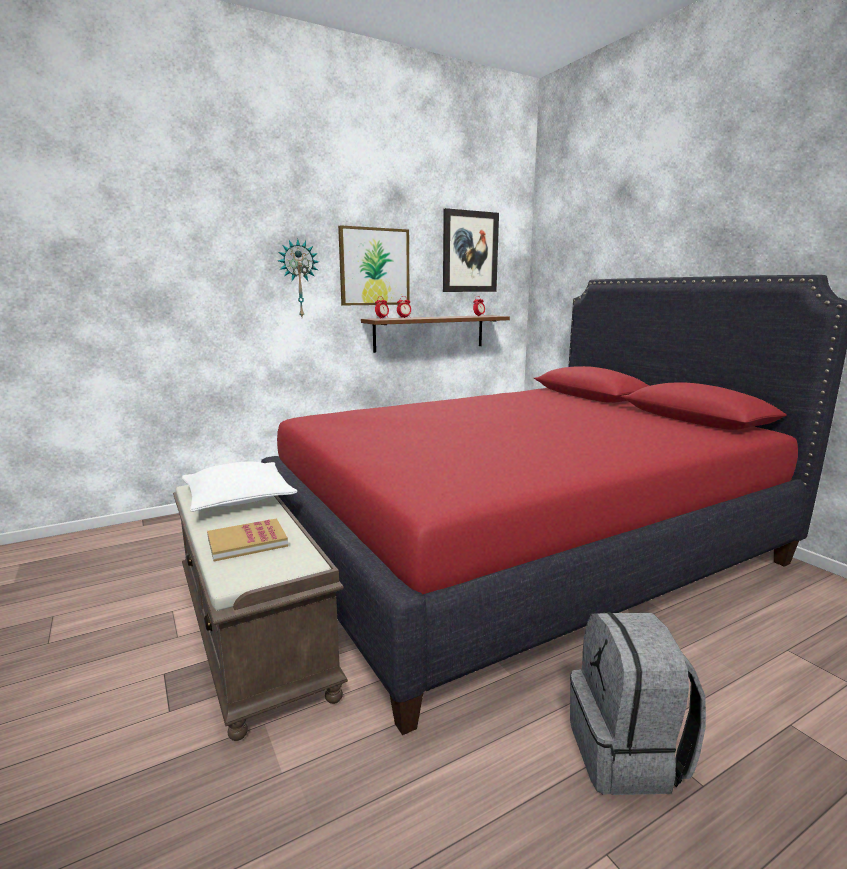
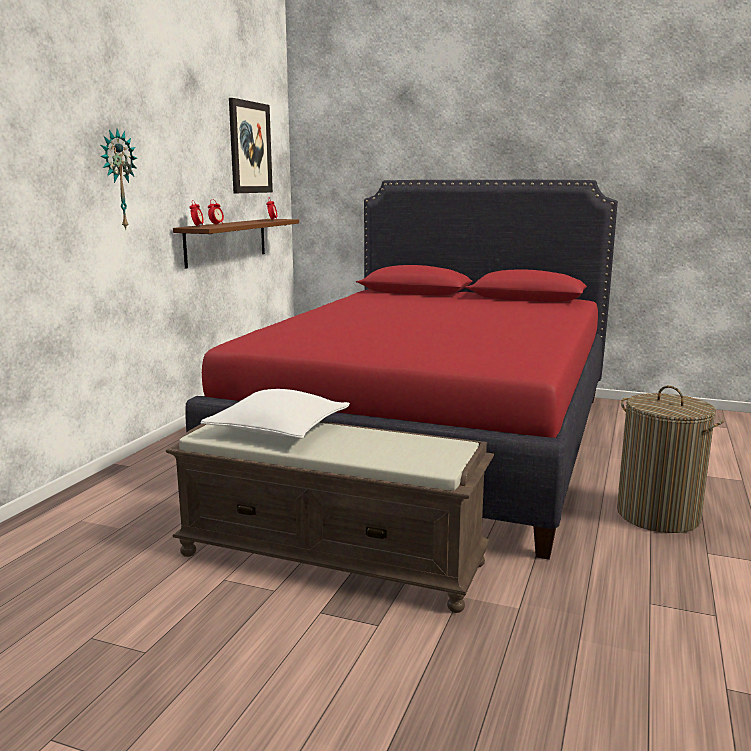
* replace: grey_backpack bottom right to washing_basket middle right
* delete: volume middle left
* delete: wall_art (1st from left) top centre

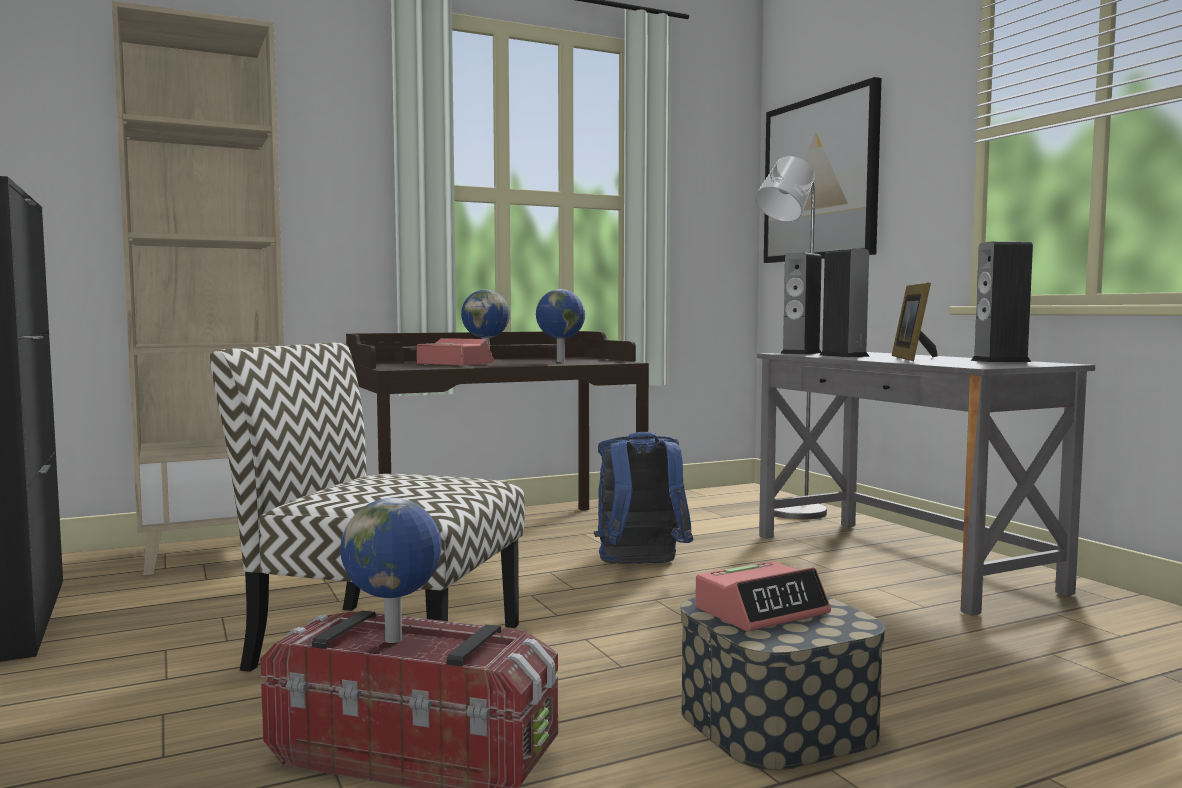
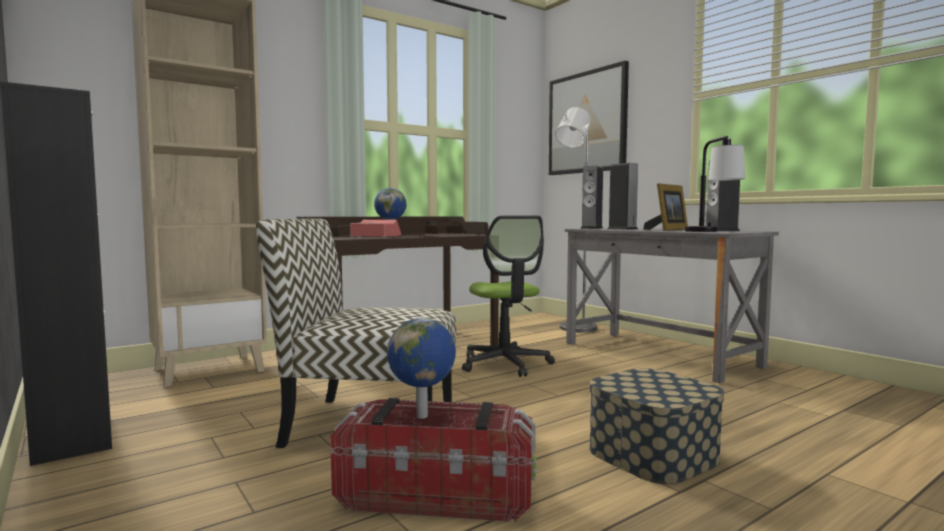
* replace: blue-coloured_backpack centre to desk_chair centre
* rotate: standing_frame middle right = middle right 135 degrees counterclockwise
* insert: lamp_for_a_table middle right
* delete: globe (3rd from left) centre
* delete: alarm_clock (2nd from left) bottom centre

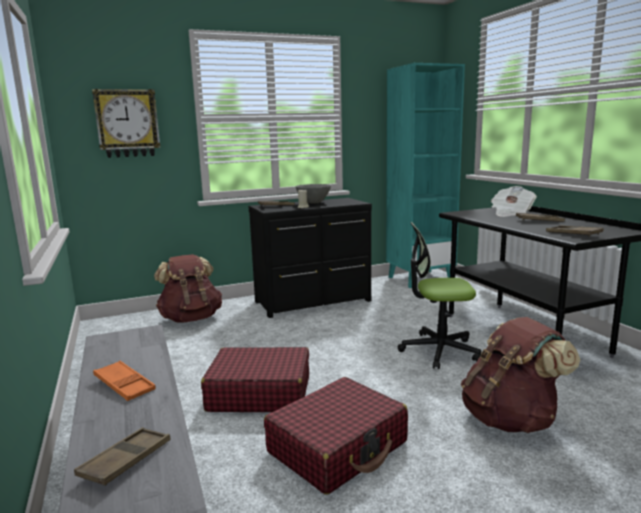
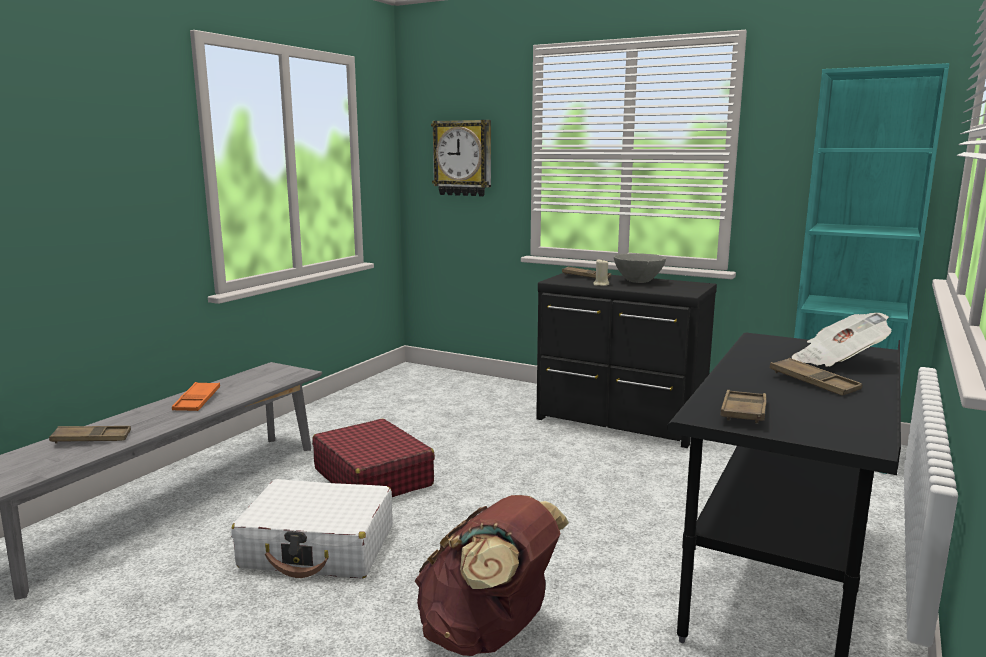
* recolor: red_suitcase (2nd from left) bottom centre to whitish_suitcase bottom left
* delete: brownish_backpack (1st from left) middle left
* delete: desk_chair middle right

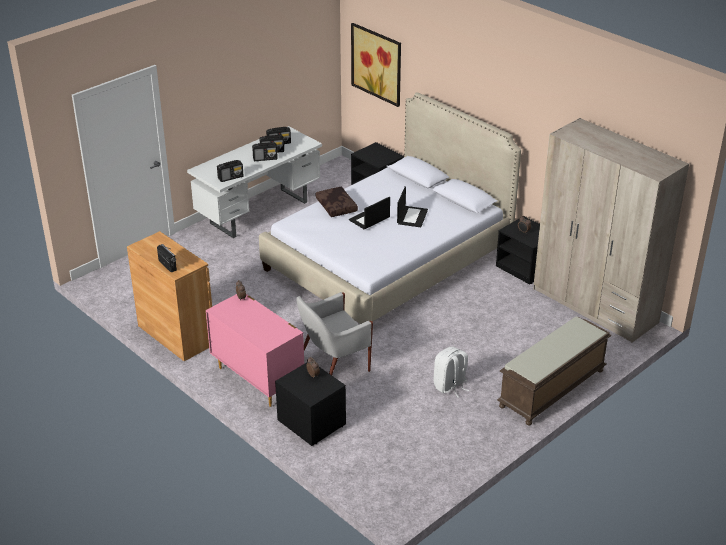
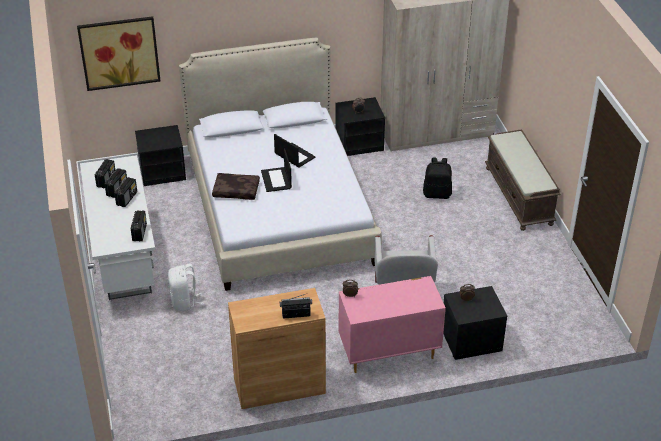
* move: whitish_backpack bottom centre to middle left
* insert: black_backpack centre

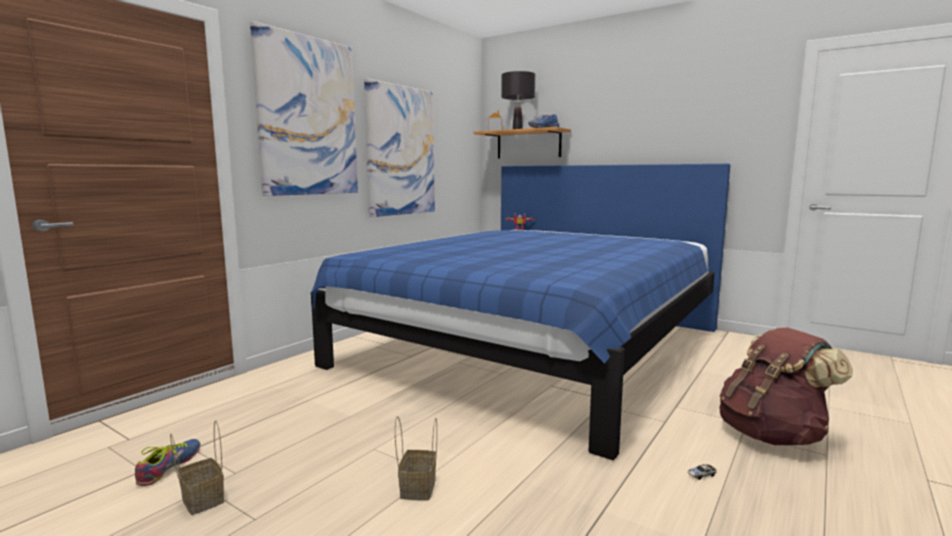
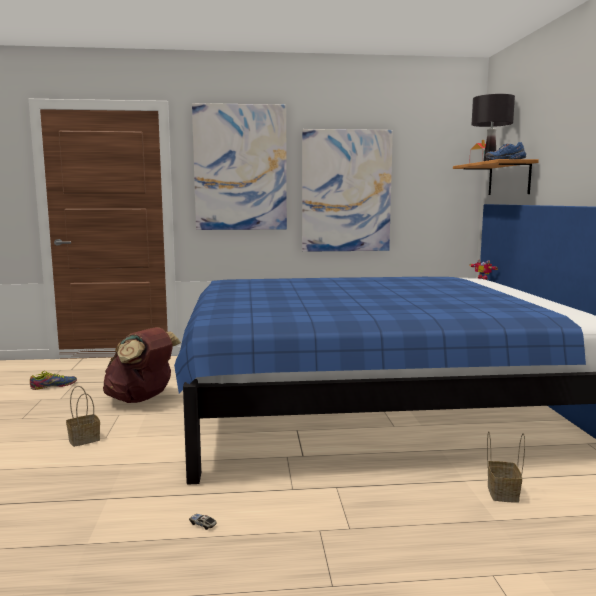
* move: brownish_backpack bottom right to middle left
* move: household_basket (1st from left in the first image) bottom left to household_basket (2nd from left) bottom right

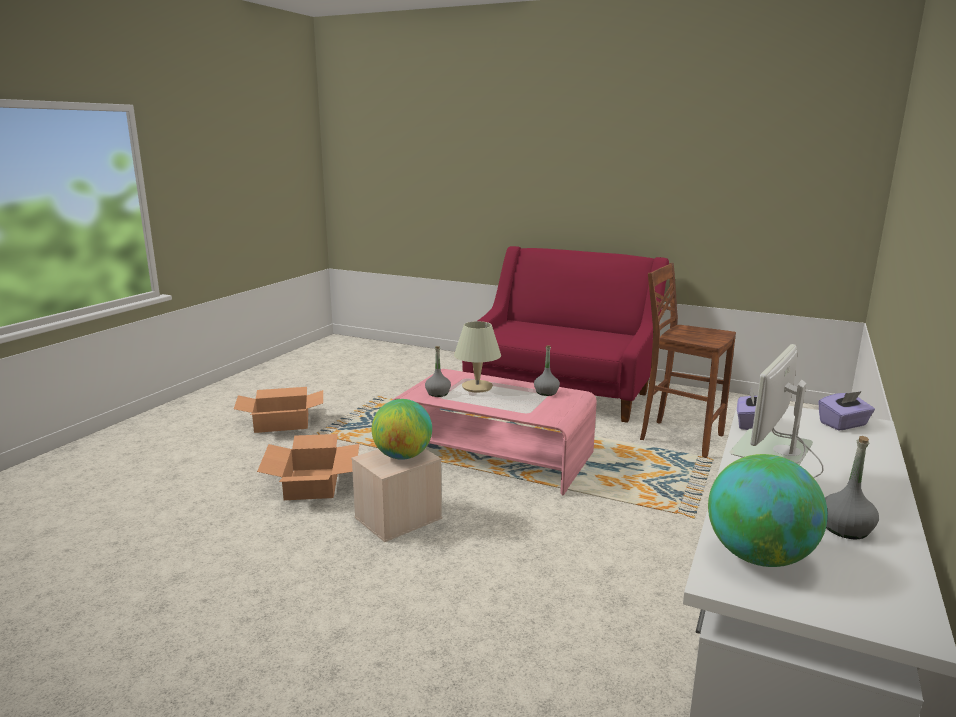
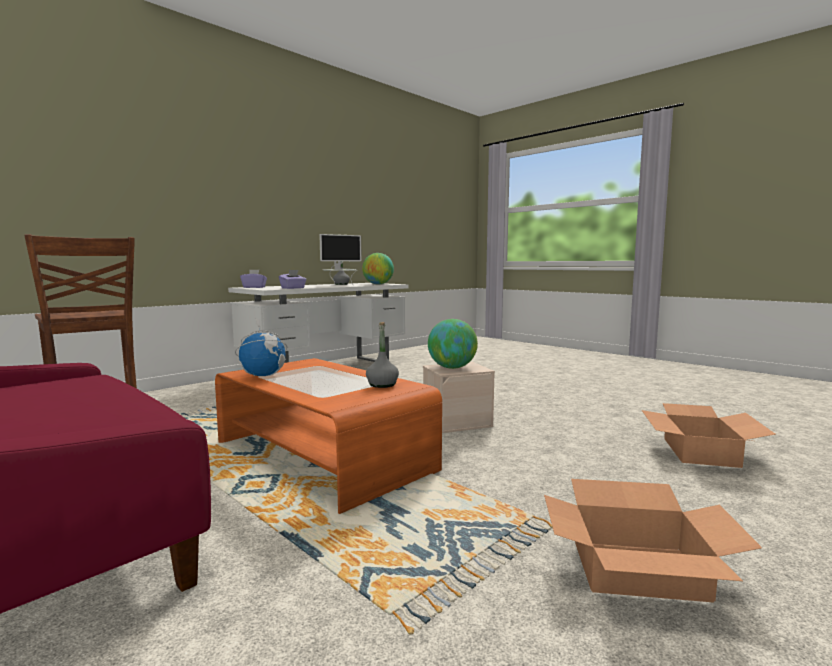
* recolor: pink_coffee_table centre to orangey_coffee_table centre
* replace: grey_beverage_bottle (2nd from left) centre to globe (1st from left) middle left
* move: packing_box (2nd from left) middle left to middle right
* delete: beige-coloured_lamp_for_a_table centre

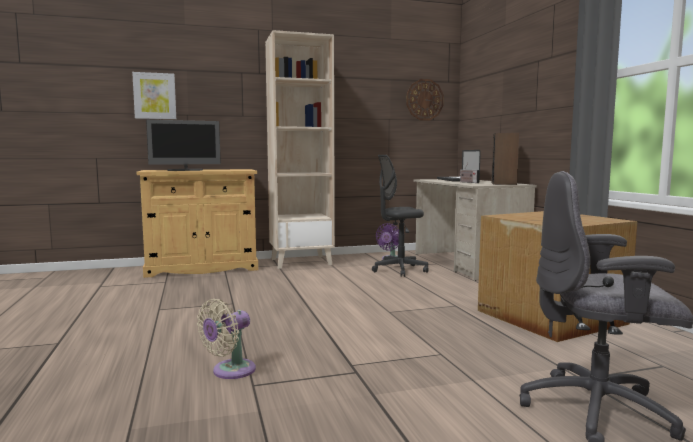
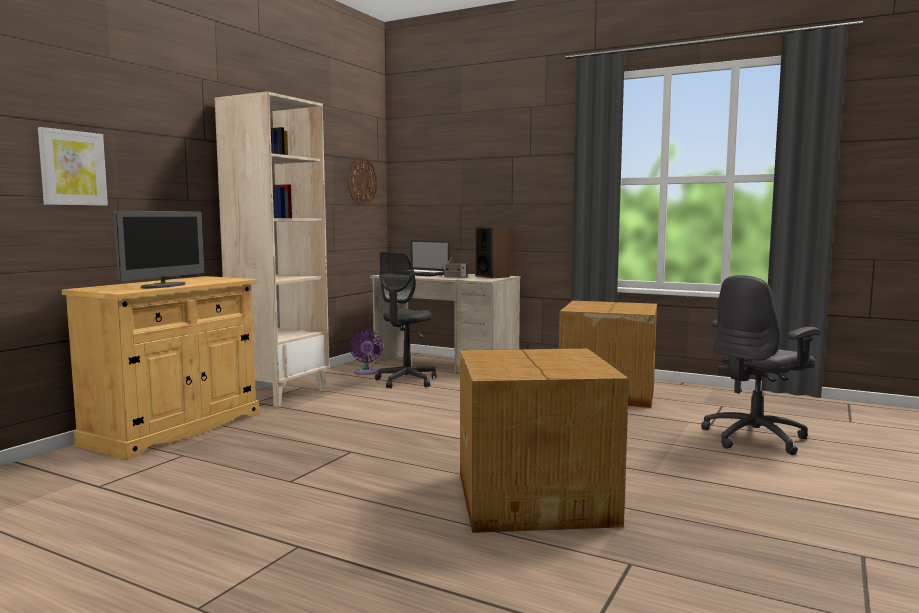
* replace: beige-coloured_cooling_fan bottom left to packing_box (1st from left) bottom centre

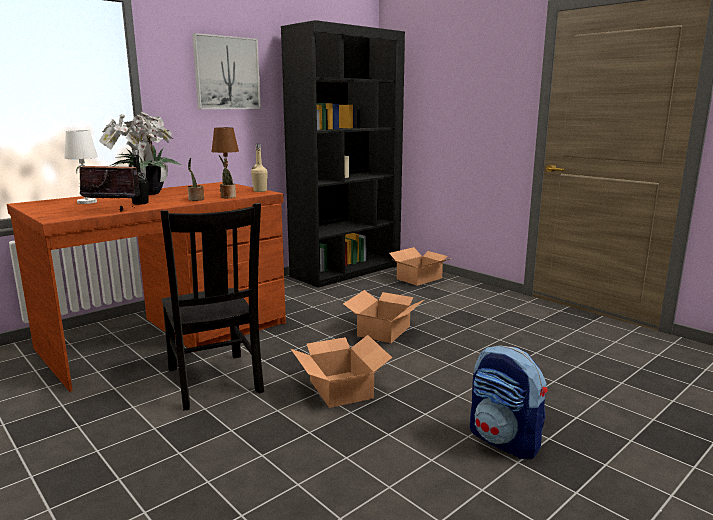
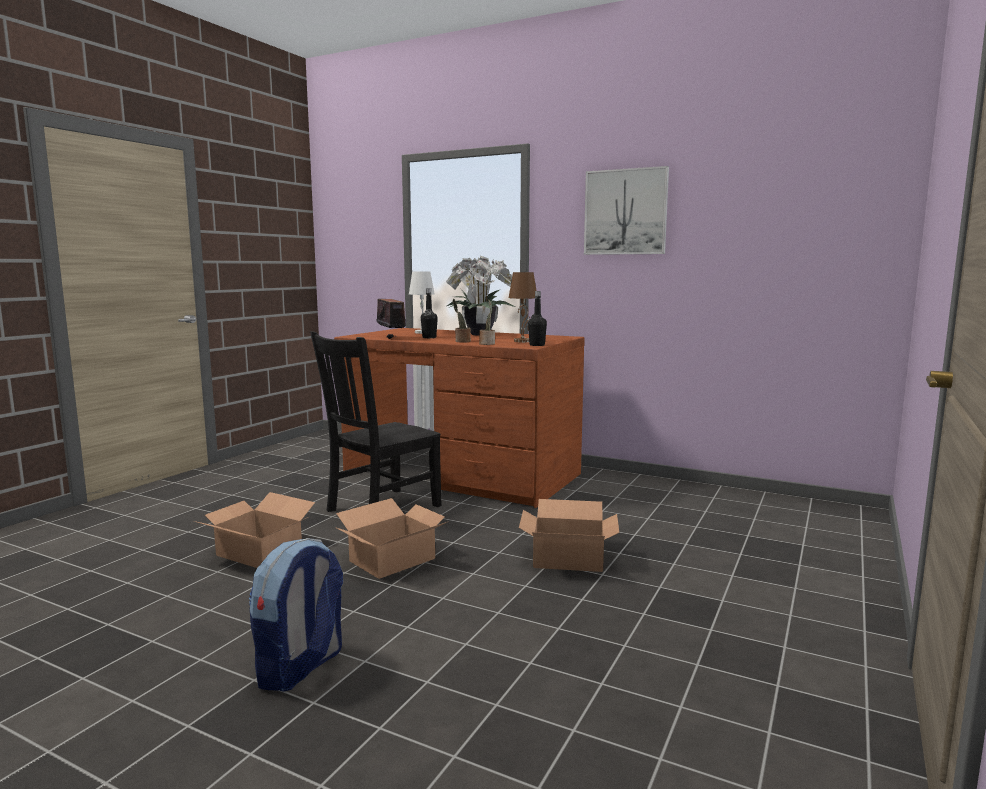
* move: packing_box (3rd from left in the first image) centre to packing_box (1st from left) bottom left
* recolor: beige-coloured_beverage_bottle top centre to black_beverage_bottle (2nd from left) centre
* delete: black_shelving_unit top centre

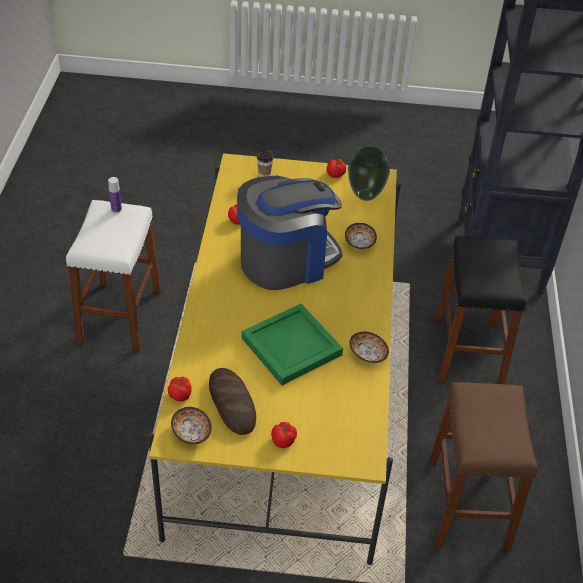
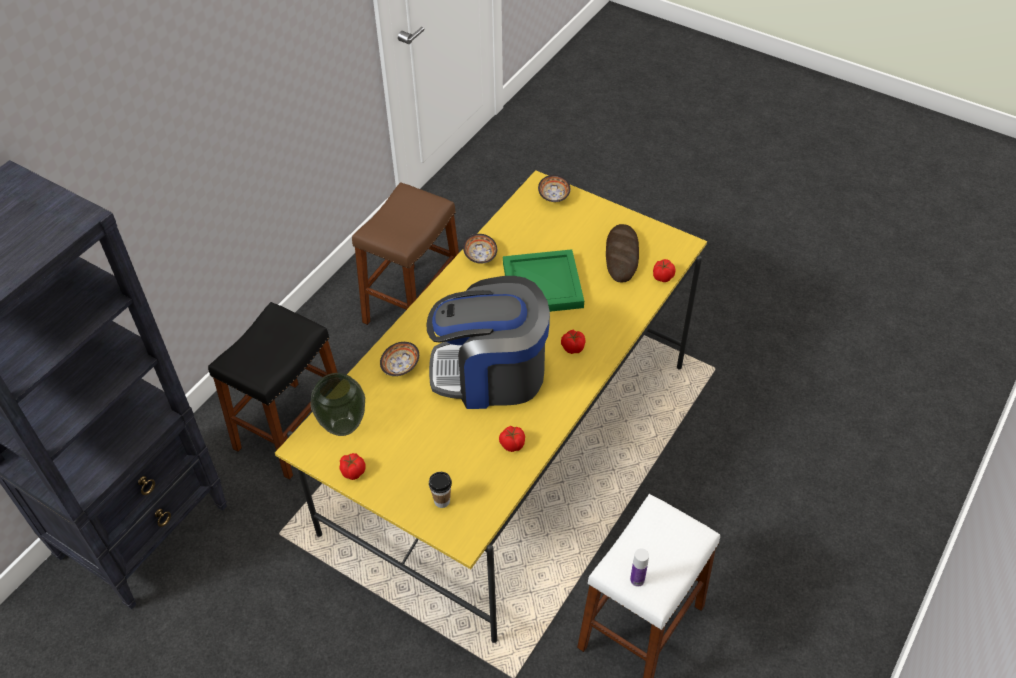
* move: bowl (1st from left in the first image) bottom left to bowl (3rd from left) top centre
* move: whole_tomato (3rd from left) bottom centre to centre

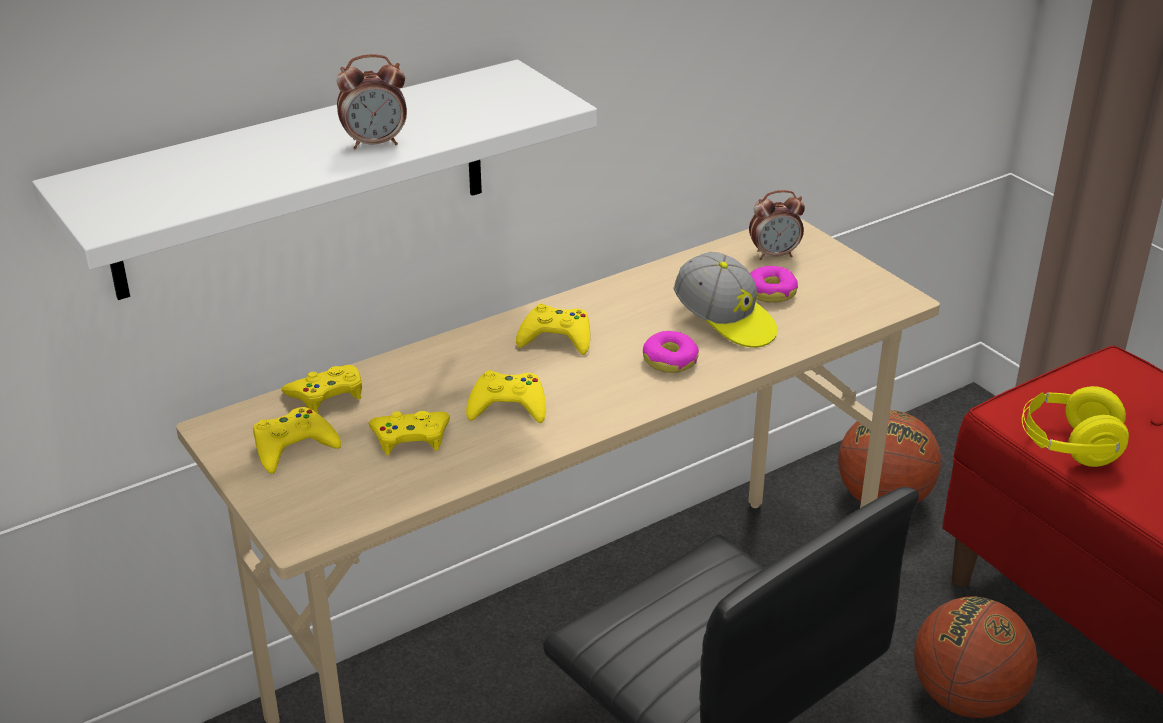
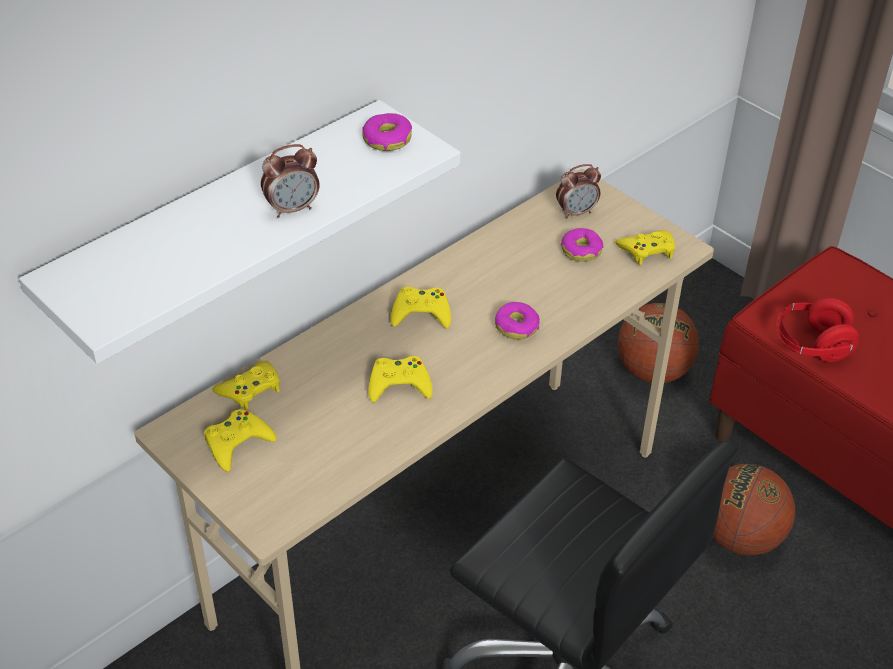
* insert: ring_doughnut (1st from left) top centre
* move: yellow_game_controller (3rd from left in the first image) centre to yellow_game_controller (5th from left) middle right
* recolor: yellow_headset middle right to red_headset middle right
* delete: baseball_cap centre

